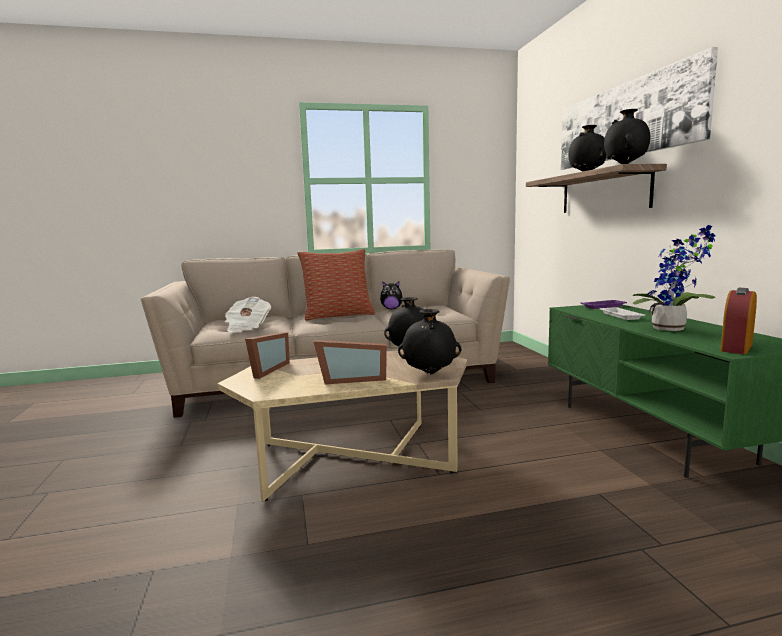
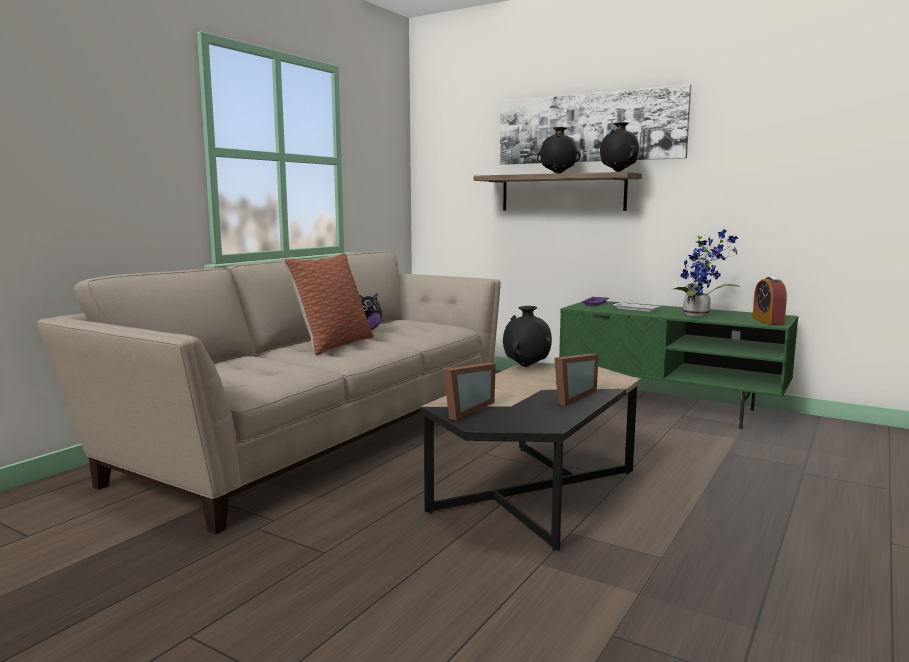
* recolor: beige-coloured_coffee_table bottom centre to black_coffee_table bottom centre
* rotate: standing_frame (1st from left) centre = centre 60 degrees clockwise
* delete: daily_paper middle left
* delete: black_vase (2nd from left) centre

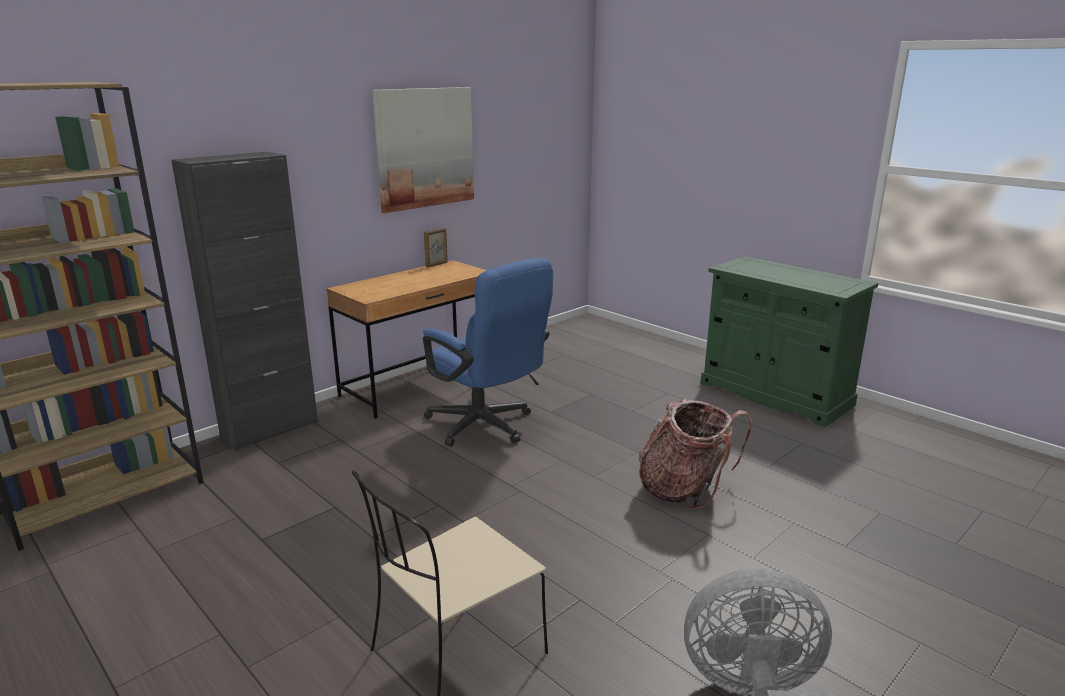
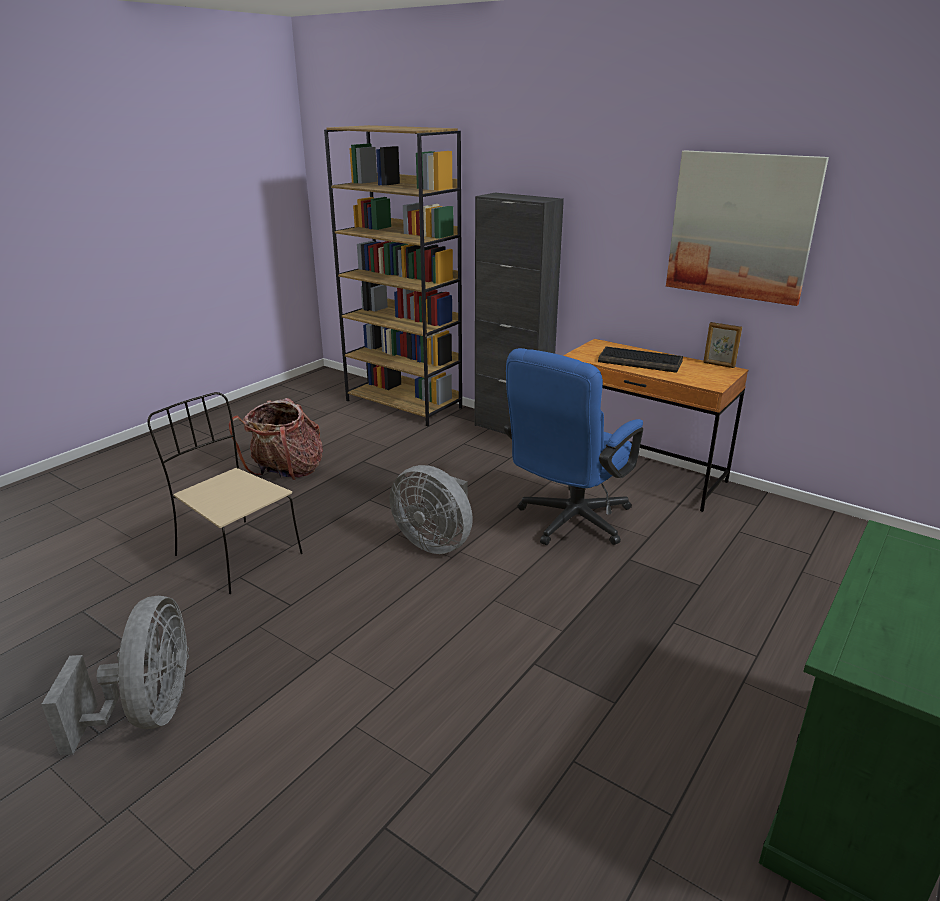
* move: backpack centre to middle left
* insert: grey_cooling_fan (2nd from left) centre
* insert: keyboard middle right

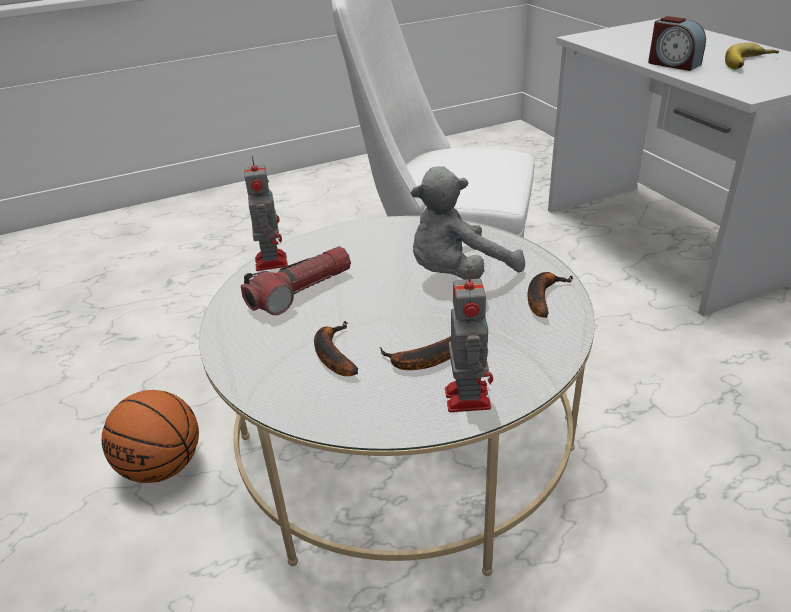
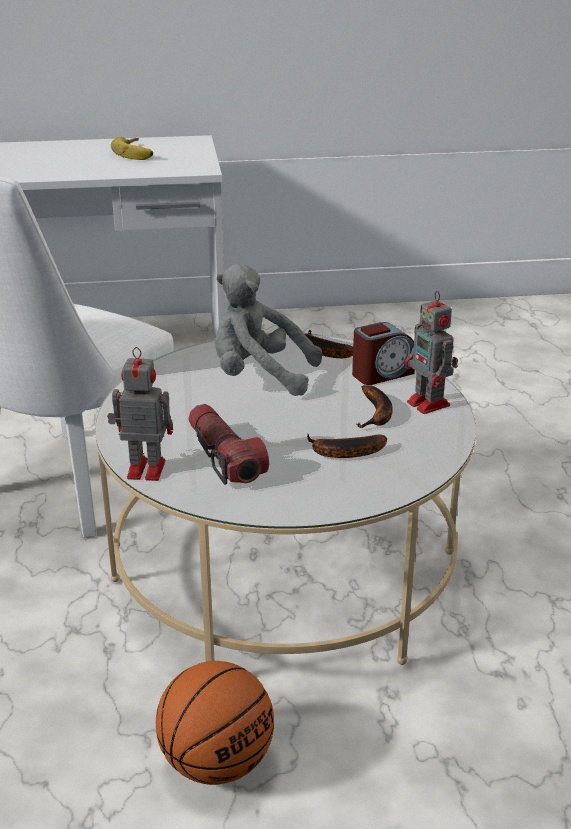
* rotate: grey_soft_toy centre = centre 120 degrees clockwise
* move: alarm_clock top right to middle right
* rotate: robot_figure (2nd from left) centre = middle right 135 degrees counterclockwise

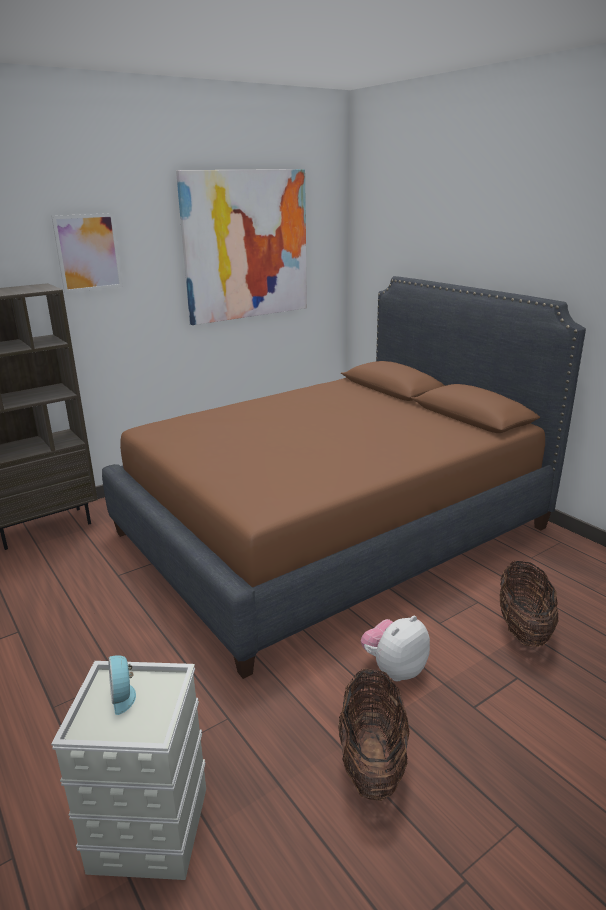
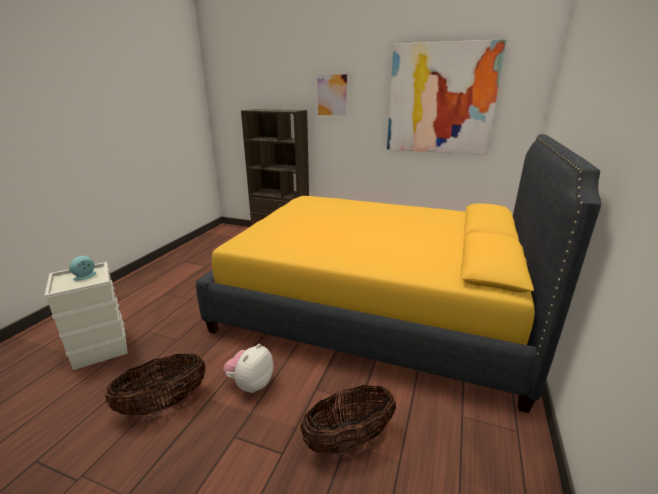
* recolor: brownish_bedroom_bed centre to yellow_bedroom_bed centre
* rotate: soft_toy bottom centre = bottom centre 75 degrees counterclockwise

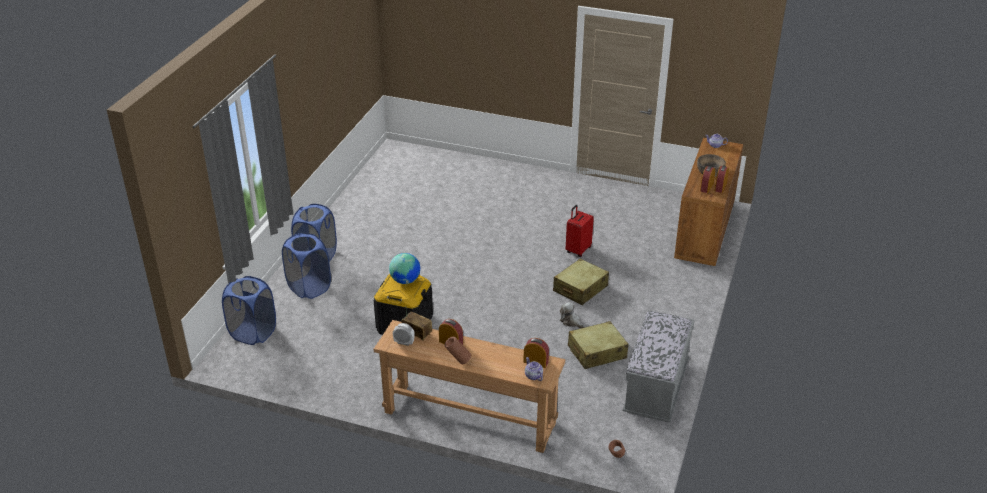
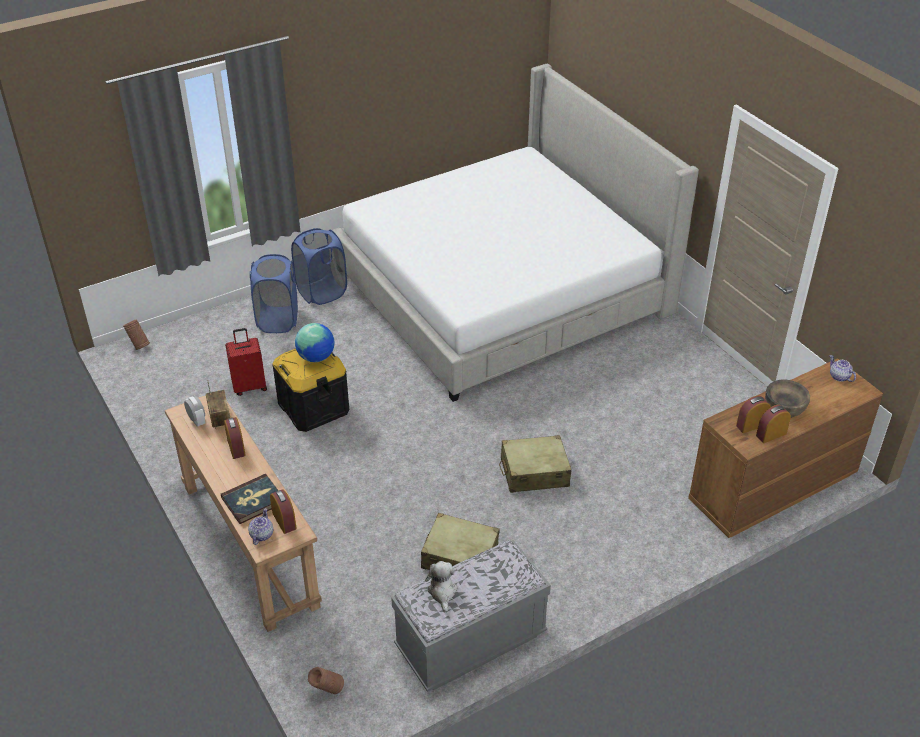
* move: brownish_vase (1st from left) bottom centre to middle left
* insert: volume bottom left
* move: red_suitcase centre to middle left
* insert: bedroom_bed top centre
* move: soft_toy centre to bottom centre
* delete: blue-coloured_washing_basket (1st from left) middle left

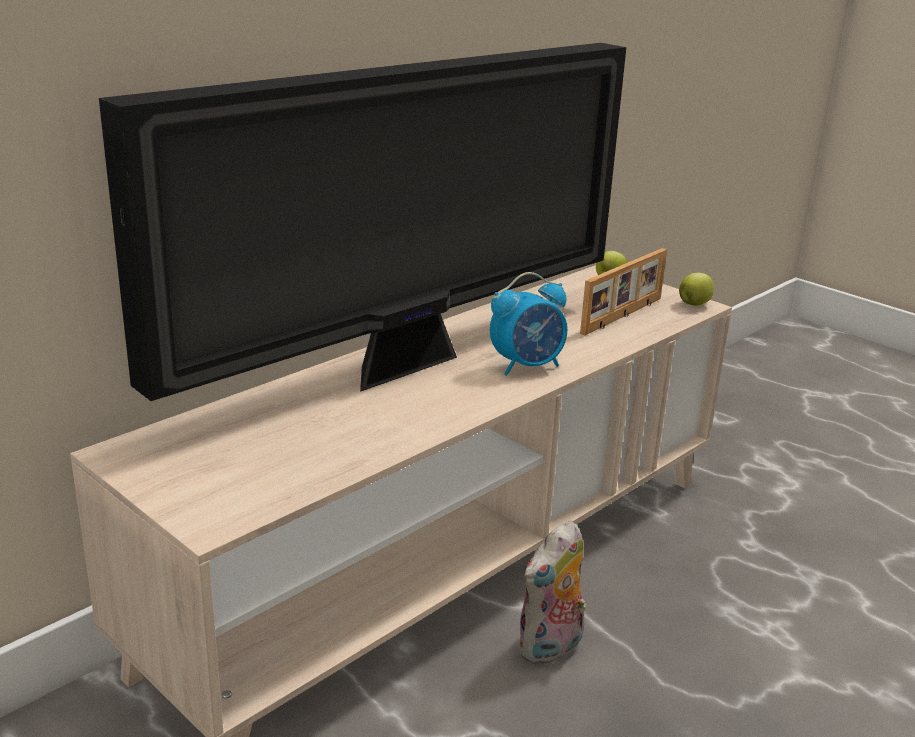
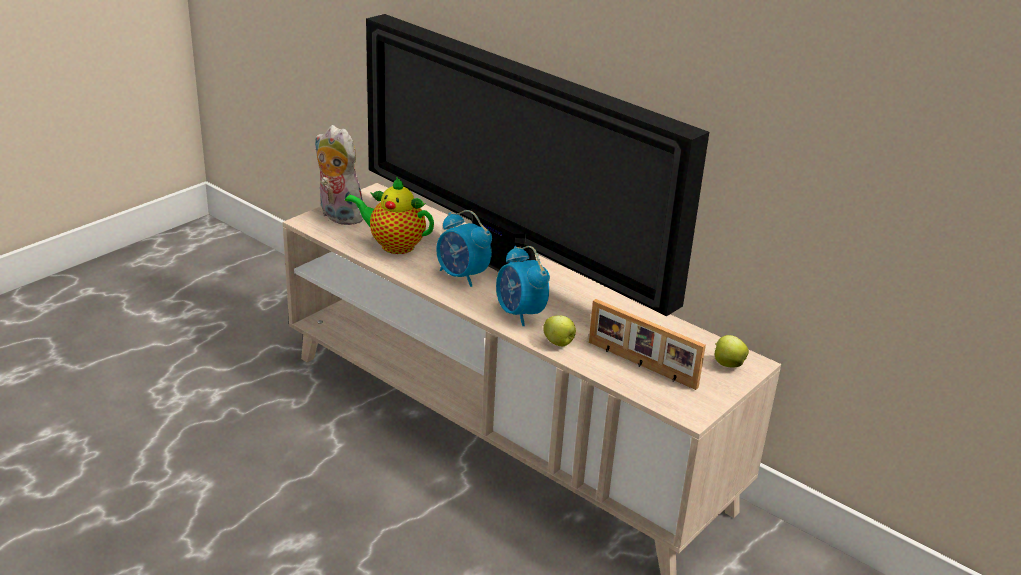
* move: soft_toy bottom centre to top left
* insert: pot_for_tea centre
* insert: alarm_clock (1st from left) centre
* move: whole_apple (2nd from left in the first image) middle right to whole_apple (1st from left) centre

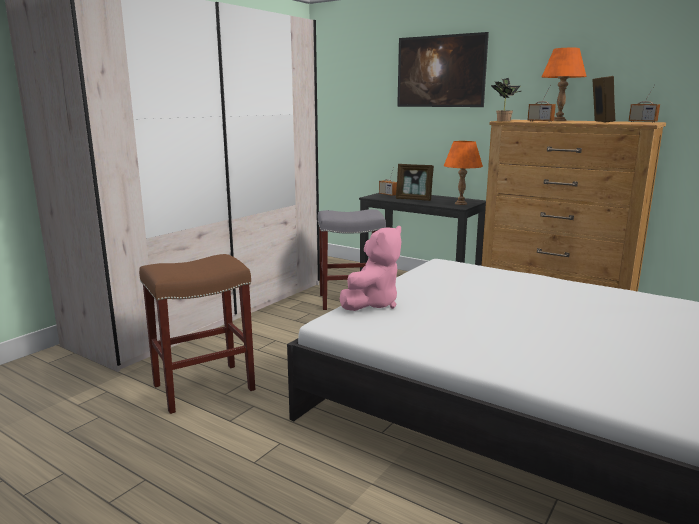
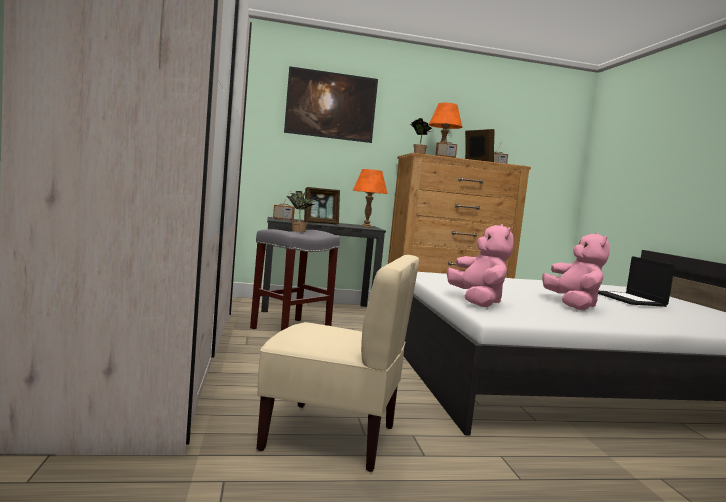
* replace: brownish_sitting_stool middle left to beige-coloured_chair bottom centre
* insert: plant_in_a_pot (1st from left) centre
* insert: pink_soft_toy (2nd from left) middle right
* insert: laptop middle right

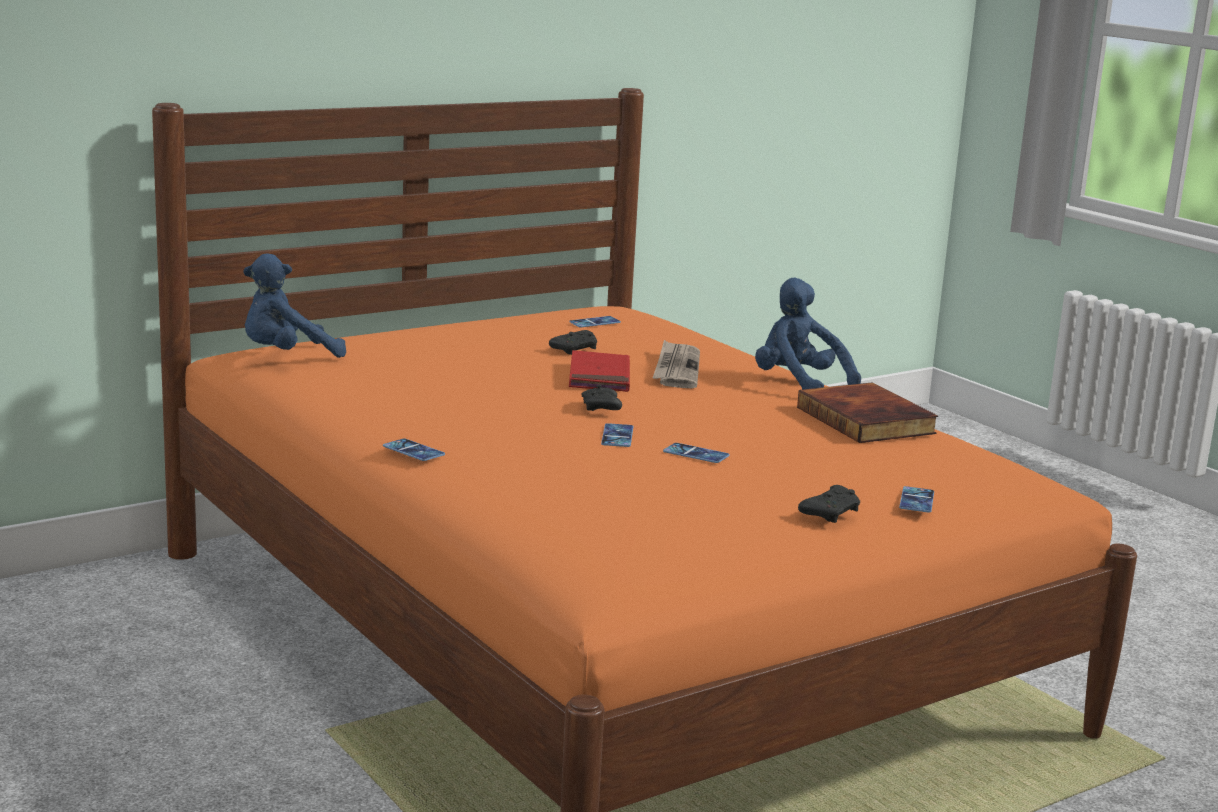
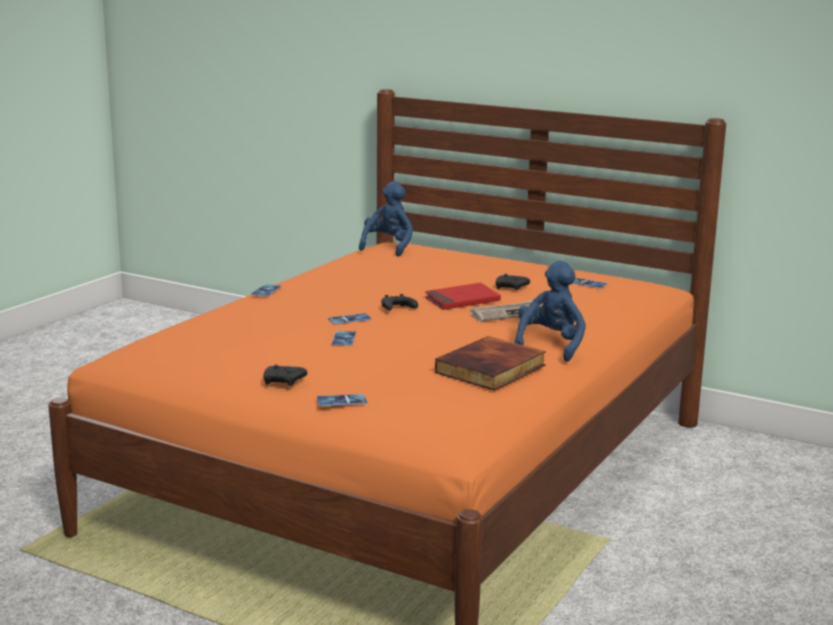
* rotate: blue-coloured_soft_toy (1st from left) middle left = centre 75 degrees clockwise

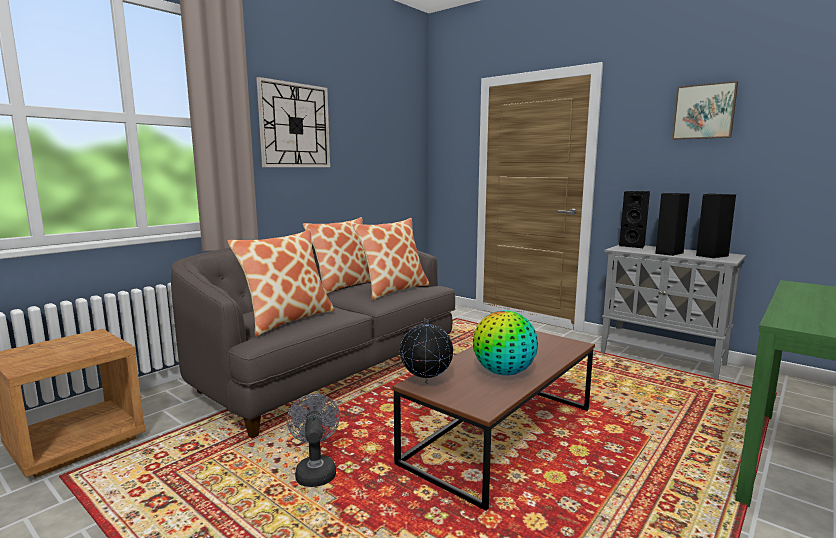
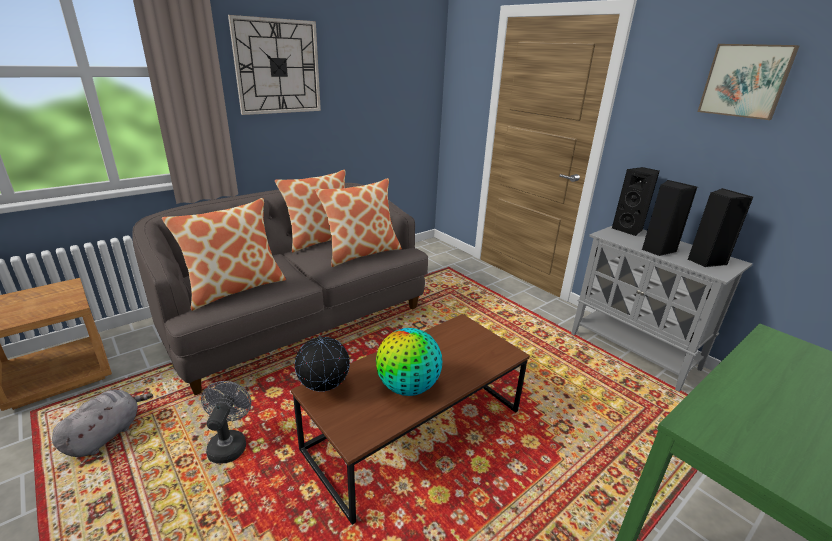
* insert: grey_soft_toy bottom left

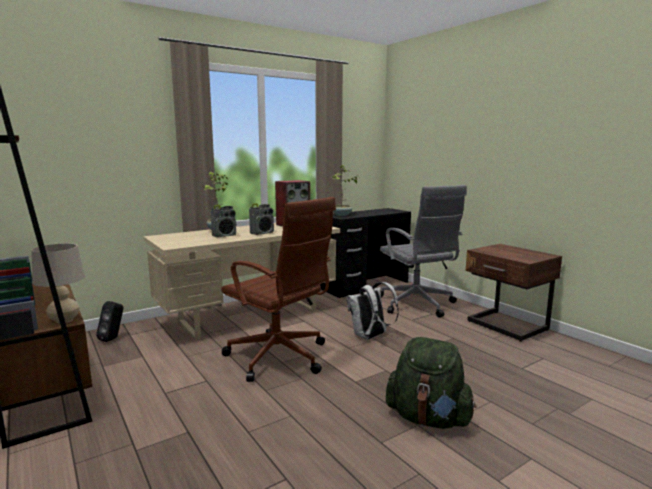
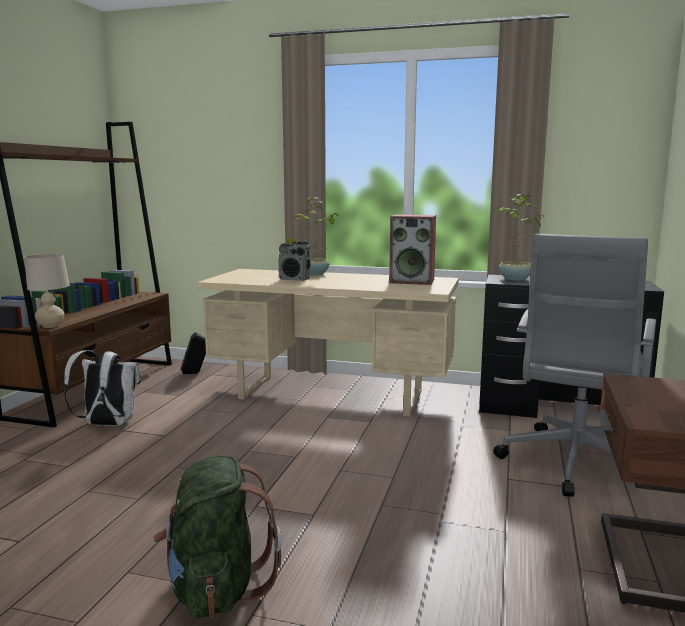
* move: whitish_backpack centre to middle left
* delete: brownish_desk_chair centre
* delete: radio (2nd from left) centre

